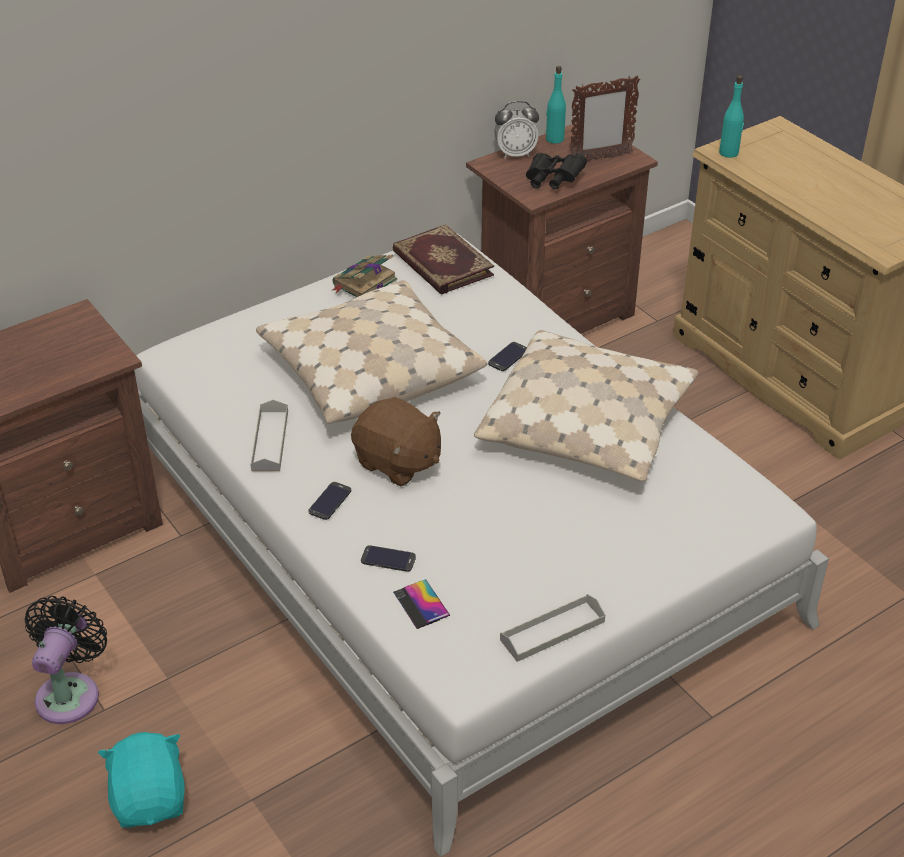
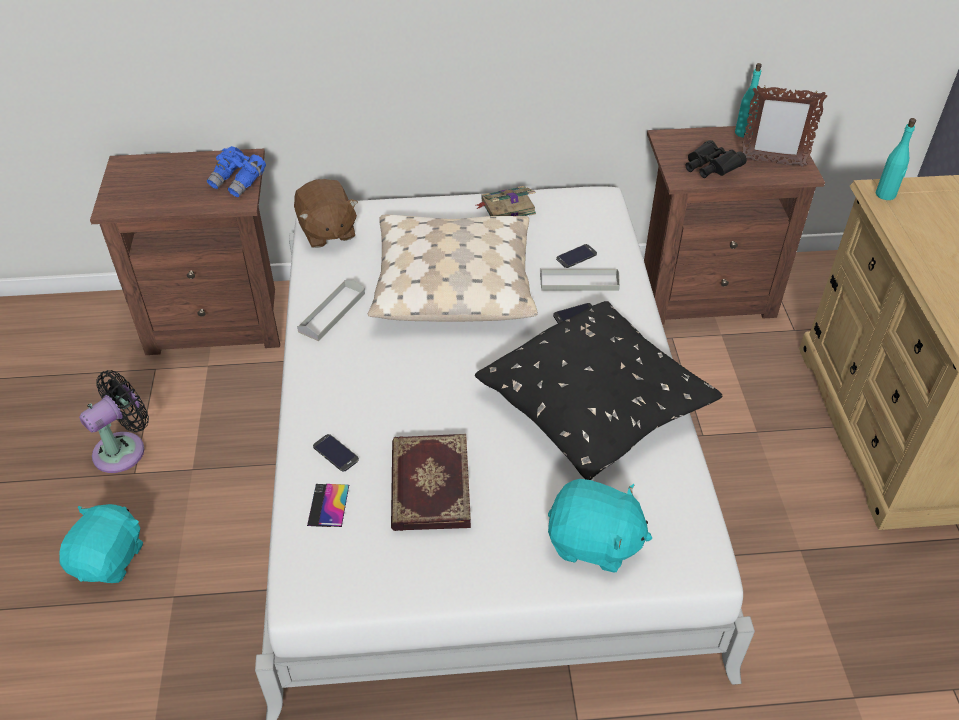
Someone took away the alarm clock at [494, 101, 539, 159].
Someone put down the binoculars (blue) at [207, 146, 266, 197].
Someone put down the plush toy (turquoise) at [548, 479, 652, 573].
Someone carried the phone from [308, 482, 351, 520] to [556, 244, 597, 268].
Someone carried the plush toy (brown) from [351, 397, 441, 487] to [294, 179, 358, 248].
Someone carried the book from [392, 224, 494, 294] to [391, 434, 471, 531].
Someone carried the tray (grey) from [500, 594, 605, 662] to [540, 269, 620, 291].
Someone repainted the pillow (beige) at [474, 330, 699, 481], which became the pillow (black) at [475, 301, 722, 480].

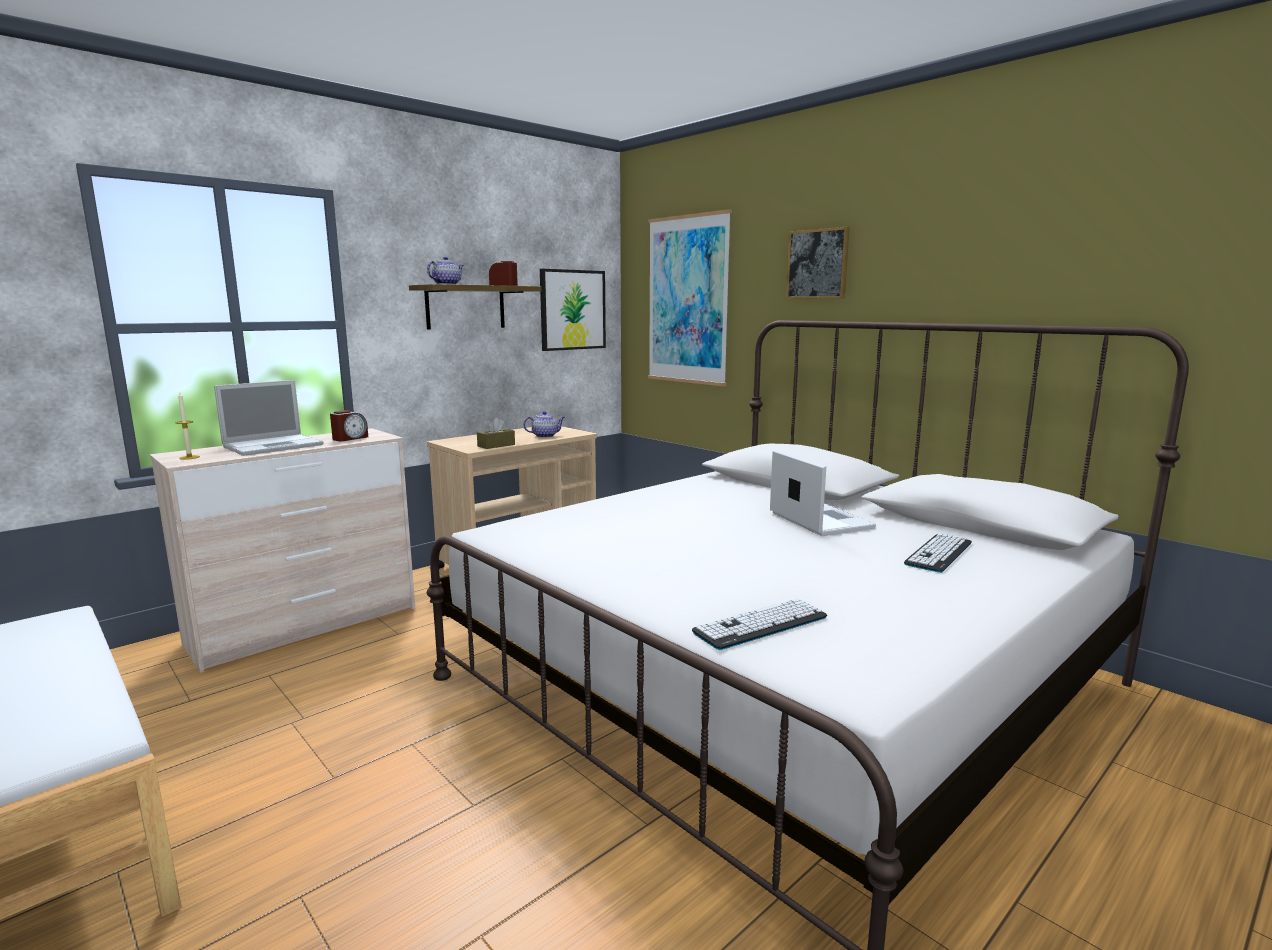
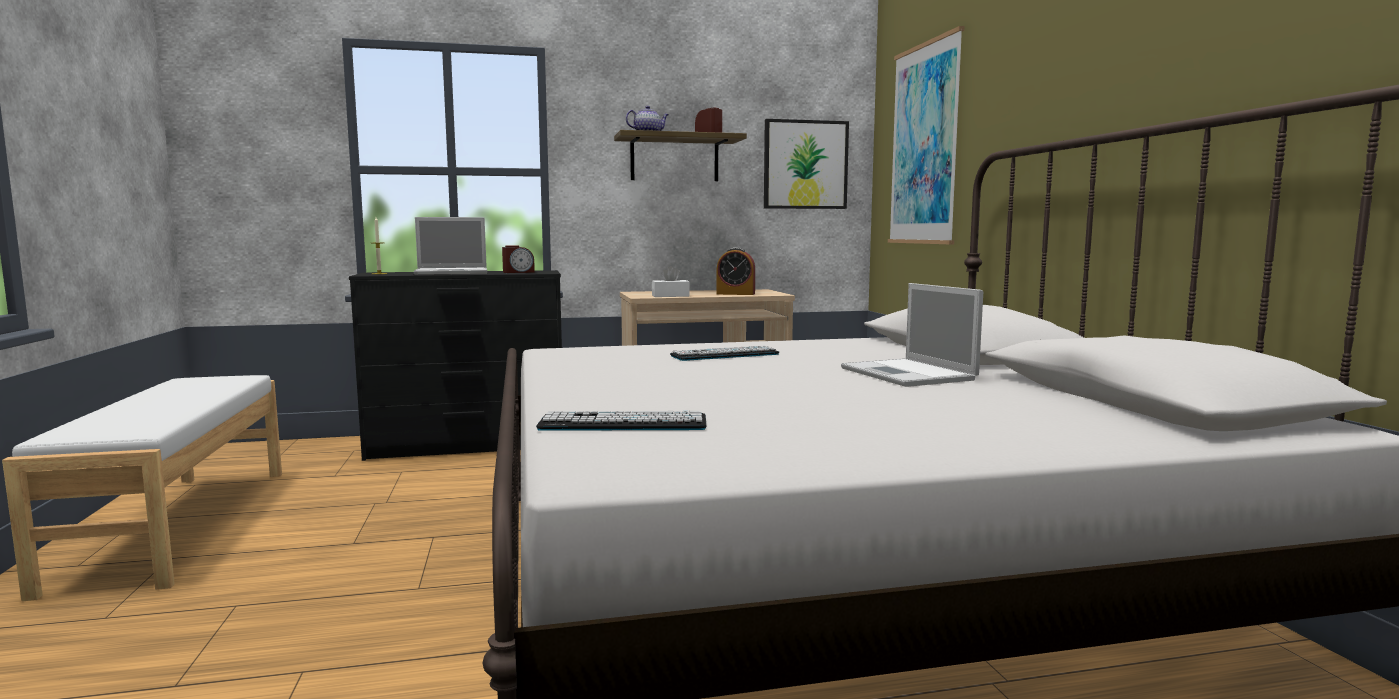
Someone took away the picture at [786, 227, 850, 299].
Someone carried the keyboard from [904, 533, 972, 573] to [670, 346, 779, 361].
Someone swapped the teapot at [523, 411, 565, 438] for the alarm clock at [717, 248, 755, 295].
Someone repainted the dresser (beige) at [150, 428, 415, 673], which became the dresser (black) at [349, 270, 562, 461].
Someone repainted the tissue box (brown) at [477, 418, 515, 449], which became the tissue box (white) at [652, 266, 690, 297].
Someone rotated the laptop at [770, 450, 876, 536] by 150 degrees clockwise.

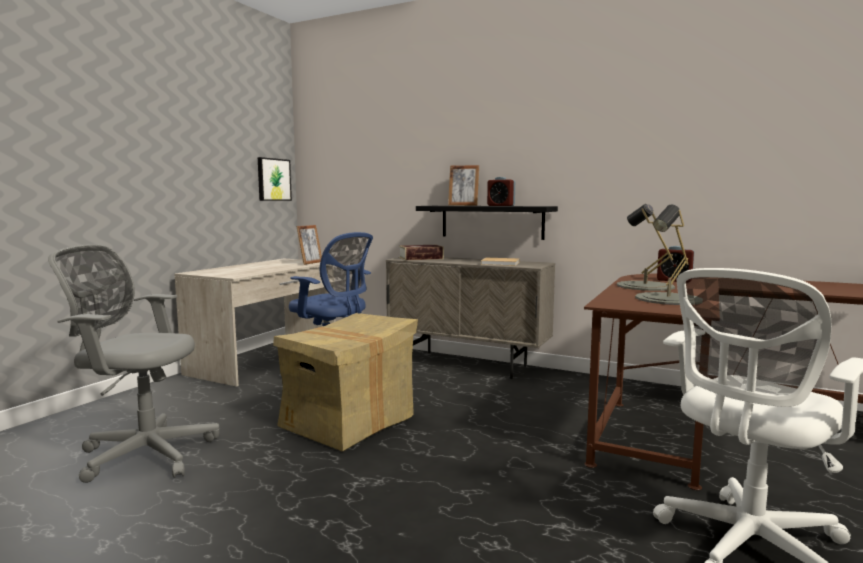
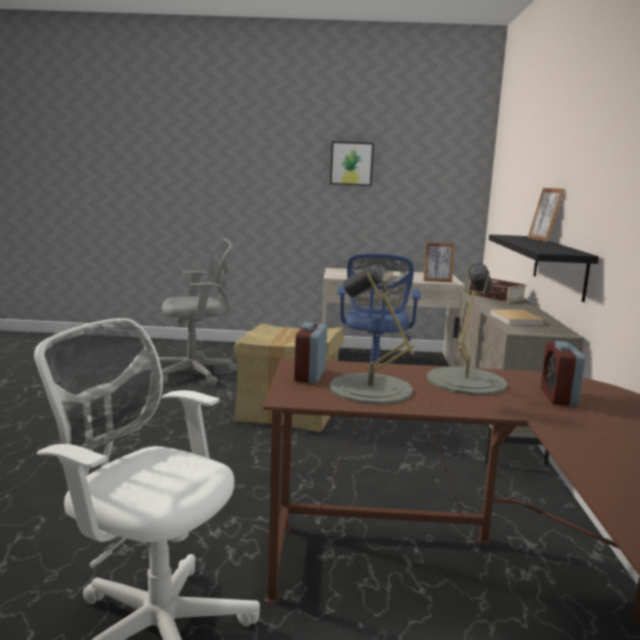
Someone carried the picture from [258, 157, 292, 201] to [330, 141, 374, 186].
Someone carried the alarm clock from [487, 177, 515, 206] to [294, 322, 327, 383].
Someone rotated the office chair (grey) at [48, 244, 219, 483] by 90 degrees clockwise.

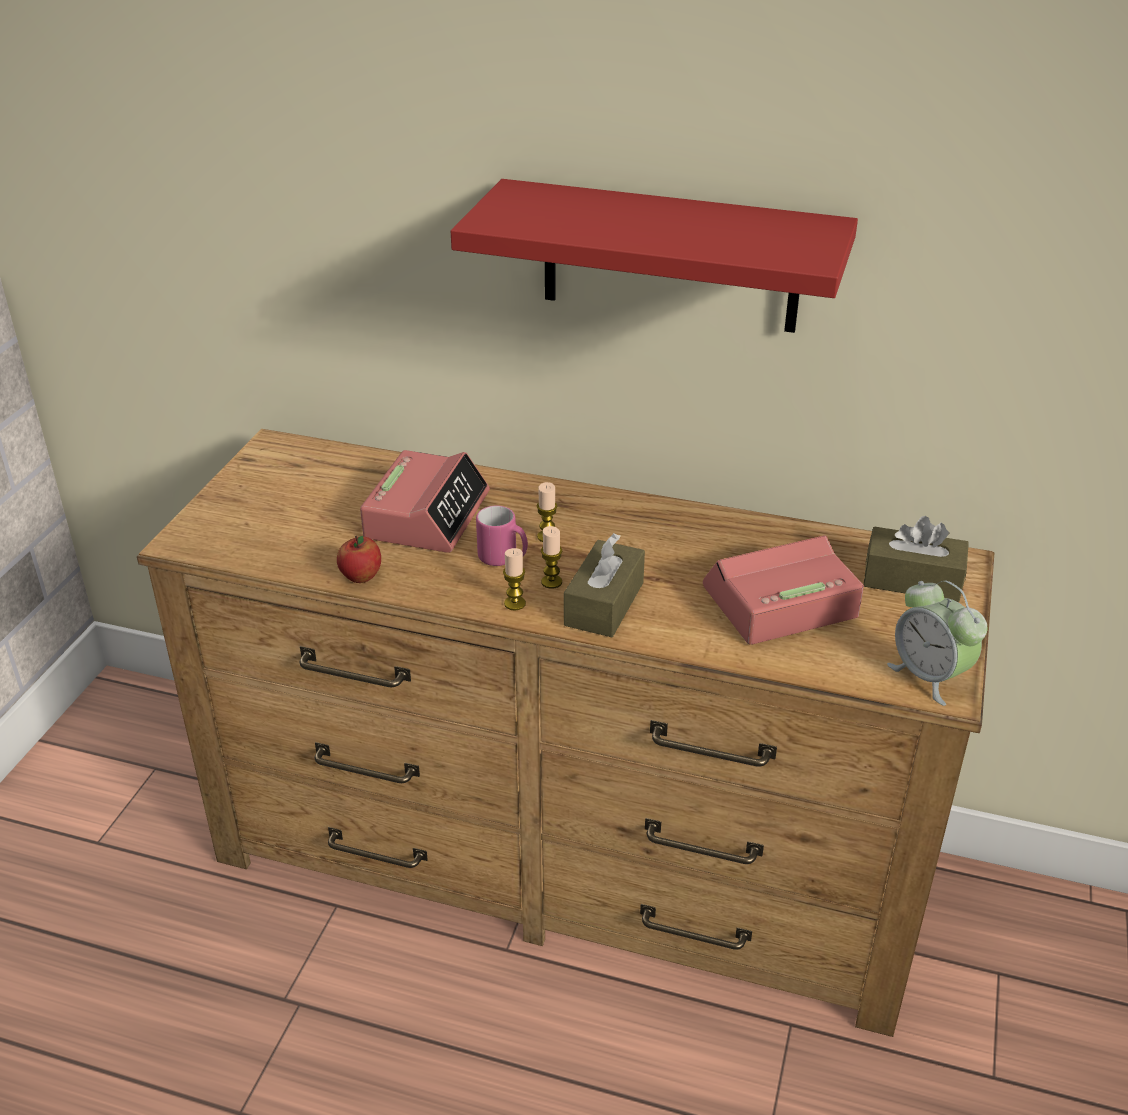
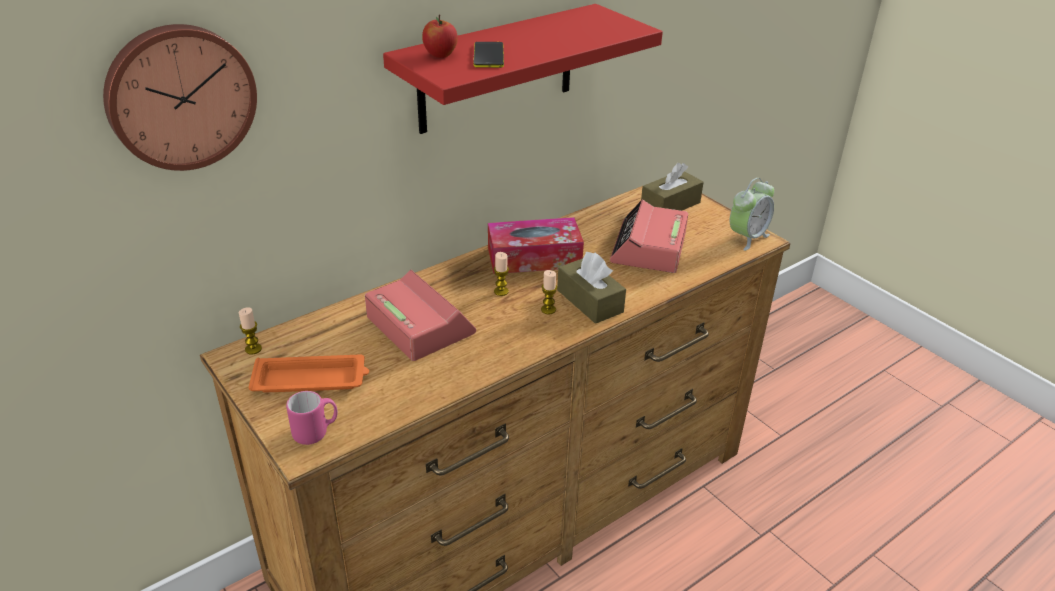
Someone put up the wall clock at [103, 24, 257, 171].
Someone put down the tray (orange) at [248, 355, 369, 393].
Someone put down the phone at [474, 42, 504, 68].
Someone put down the tissue box at [488, 217, 584, 274].
Someone carried the apple from [337, 536, 381, 583] to [422, 14, 458, 58].
Someone carried the mug (pink) from [476, 506, 528, 566] to [286, 391, 338, 445].
Someone carried the candle from [503, 548, 526, 611] to [239, 307, 262, 354].
Someone rotated the alarm clock at [887, 581, 987, 706] by 45 degrees counterclockwise.

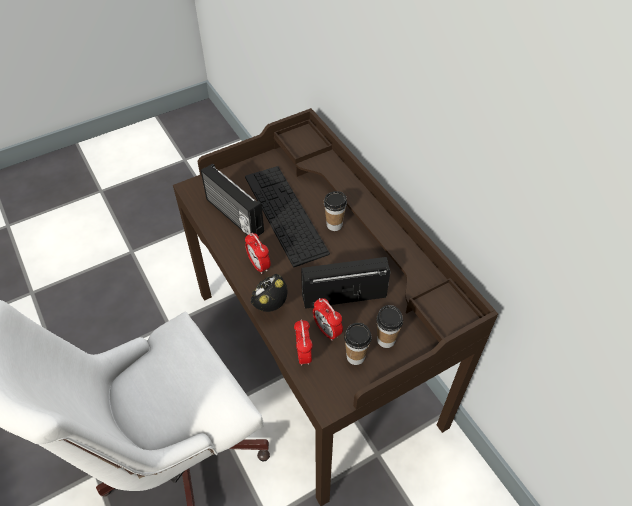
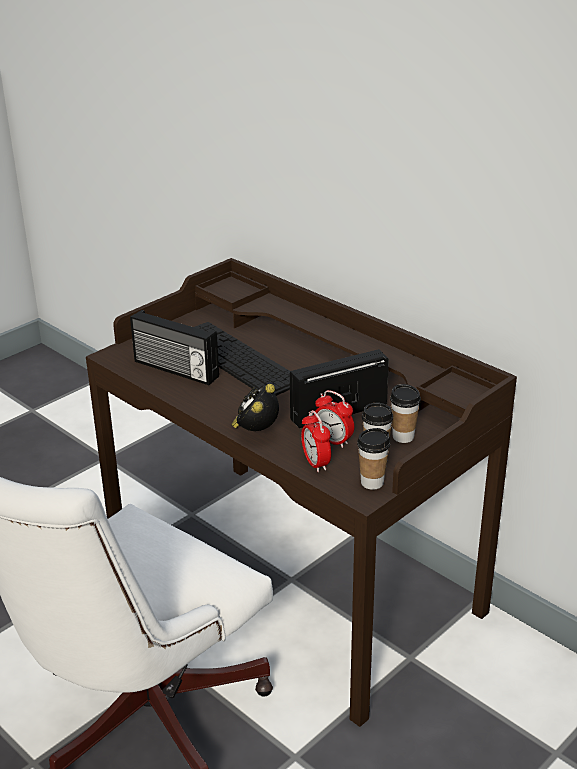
Someone took away the alarm clock at [245, 233, 271, 274].
Someone carried the cup from [324, 191, 347, 231] to [357, 428, 390, 490].

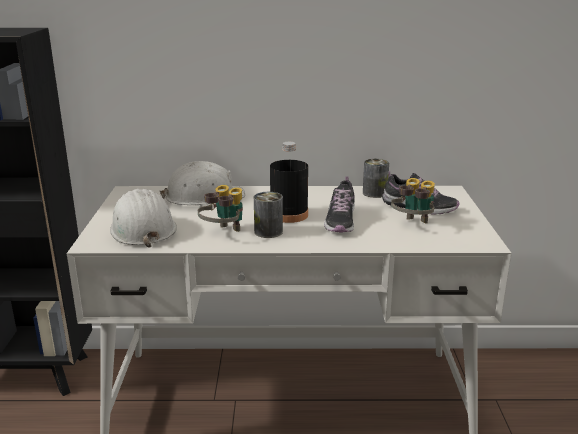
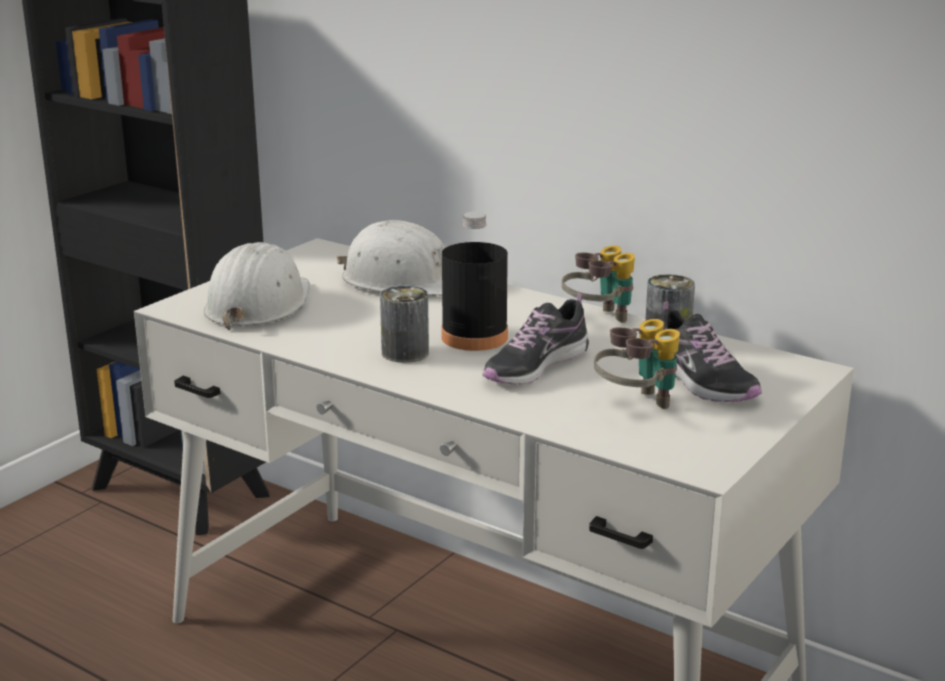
Someone carried the binoculars from [198, 185, 243, 232] to [562, 246, 635, 323].

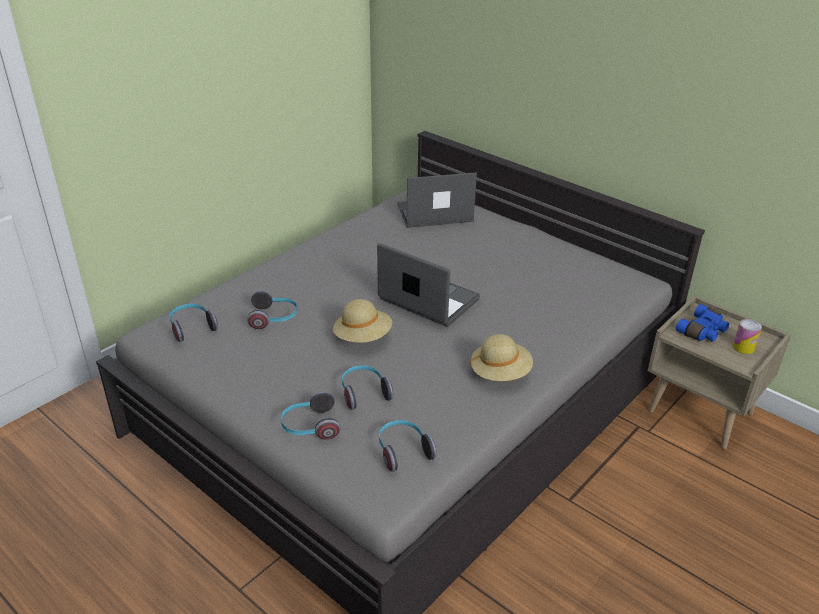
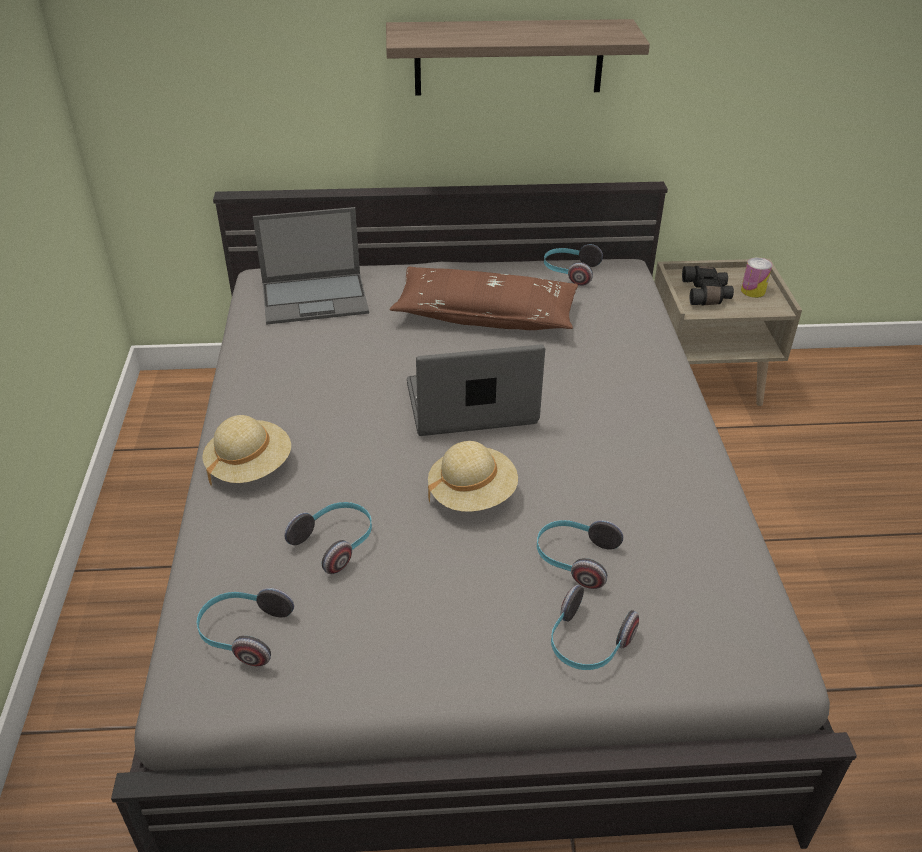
Someone put up the shelf at [386, 19, 650, 95].
Someone put down the pillow (brown) at [389, 267, 578, 330].
Someone carried the headphones from [379, 420, 436, 472] to [544, 244, 603, 286].
Someone carried the hat (beige) from [469, 334, 533, 381] to [202, 415, 291, 485].
Someone repainted the binoculars (blue) at [676, 304, 729, 342], which became the binoculars (black) at [682, 266, 734, 306].
Someone rotated the laptop at [397, 173, 477, 228] by 135 degrees counterclockwise.

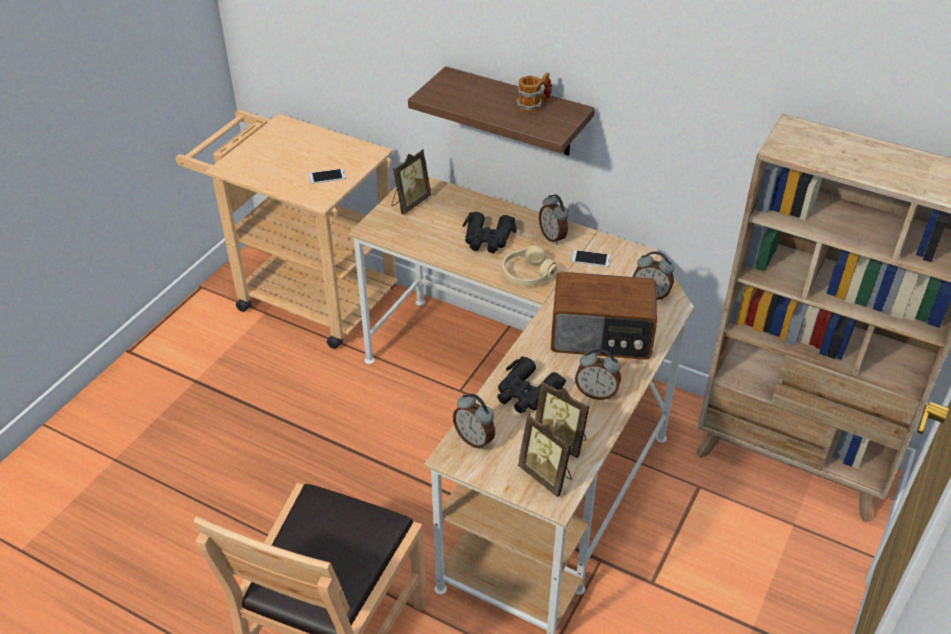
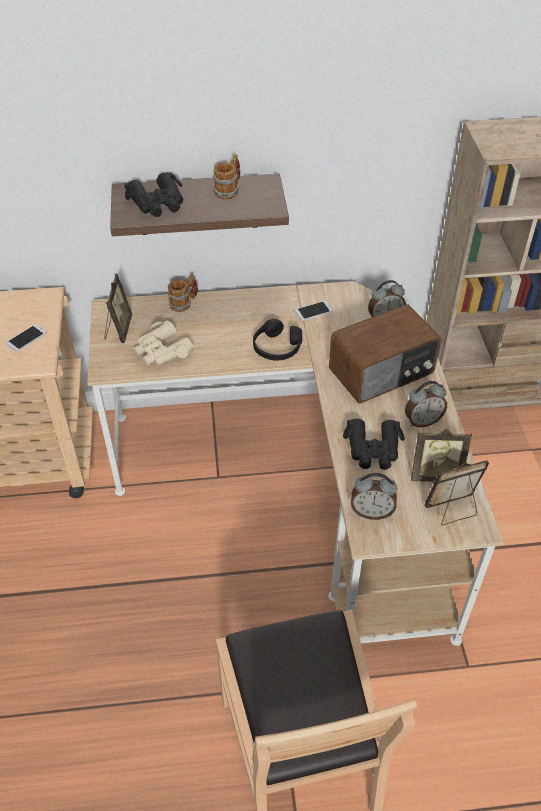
Someone took away the alarm clock at [539, 194, 569, 245].
Someone put down the binoculars (beige) at [133, 320, 194, 366].
Someone put down the mug at [168, 275, 198, 312].
Someone carried the binoculars (black) from [463, 212, 517, 253] to [124, 173, 183, 217].
Someone repainted the headphones (beige) at [502, 246, 557, 286], which became the headphones (black) at [253, 319, 302, 360].
Someone rotated the picture frame at [518, 414, 572, 497] by 150 degrees clockwise.

